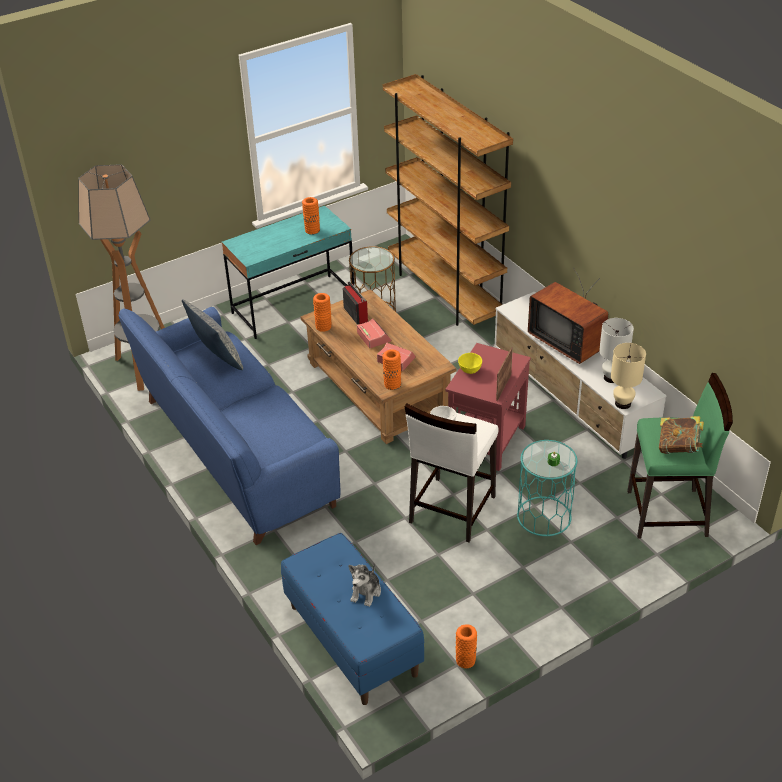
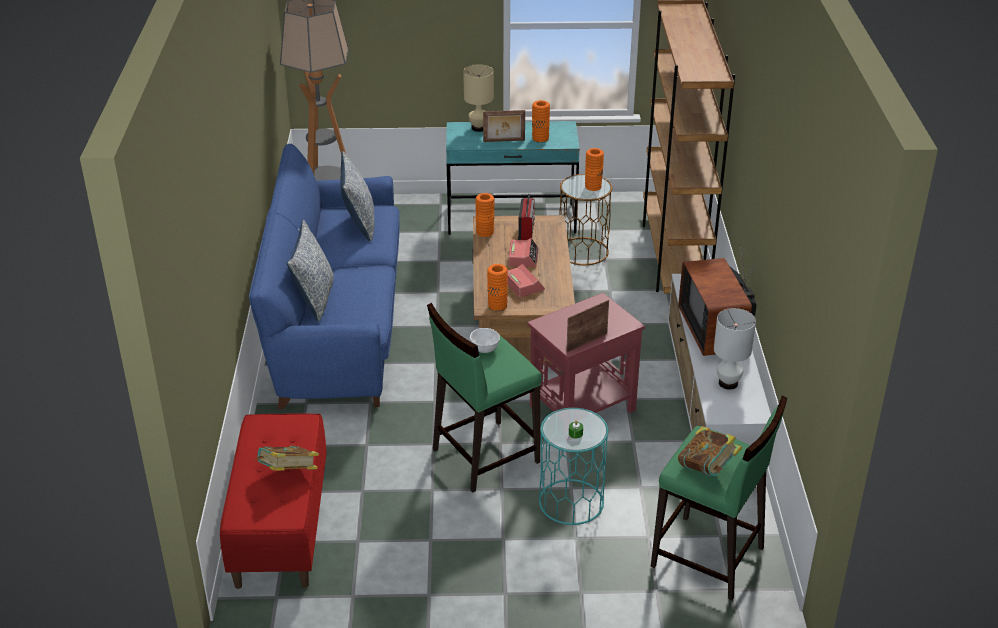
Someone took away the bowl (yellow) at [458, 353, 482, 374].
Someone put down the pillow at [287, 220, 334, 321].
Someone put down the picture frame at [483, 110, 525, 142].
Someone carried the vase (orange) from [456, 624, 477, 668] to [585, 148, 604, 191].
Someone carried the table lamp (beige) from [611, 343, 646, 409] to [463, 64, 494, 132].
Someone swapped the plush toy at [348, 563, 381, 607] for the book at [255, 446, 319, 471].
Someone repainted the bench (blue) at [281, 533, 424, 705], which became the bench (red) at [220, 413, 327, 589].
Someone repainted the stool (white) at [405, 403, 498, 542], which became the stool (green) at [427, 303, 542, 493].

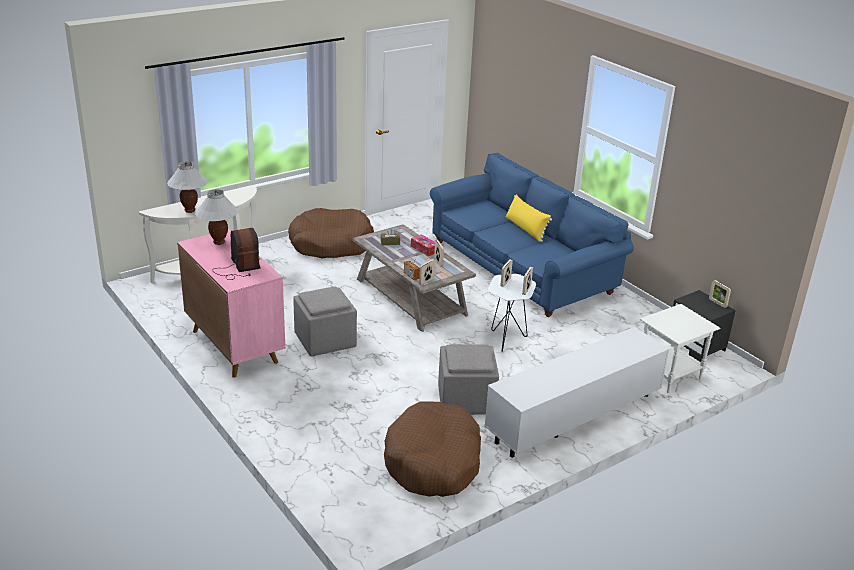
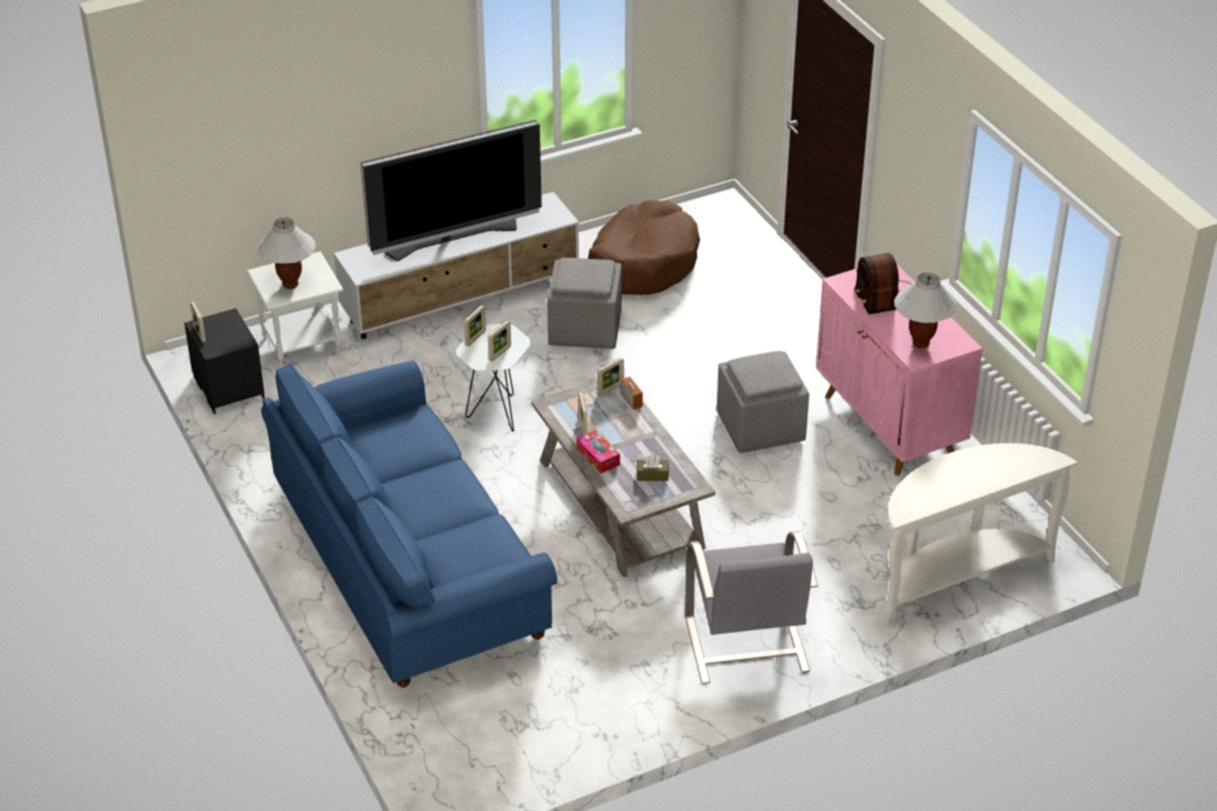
Someone took away the pillow (yellow) at [506, 194, 552, 242].
Someone put down the television at [361, 120, 542, 261].
Someone carried the table lamp (white) from [167, 161, 207, 213] to [257, 217, 316, 289].
Someone swapped the dog bed (brown) at [288, 208, 374, 259] for the armchair (grey) at [685, 531, 818, 684].

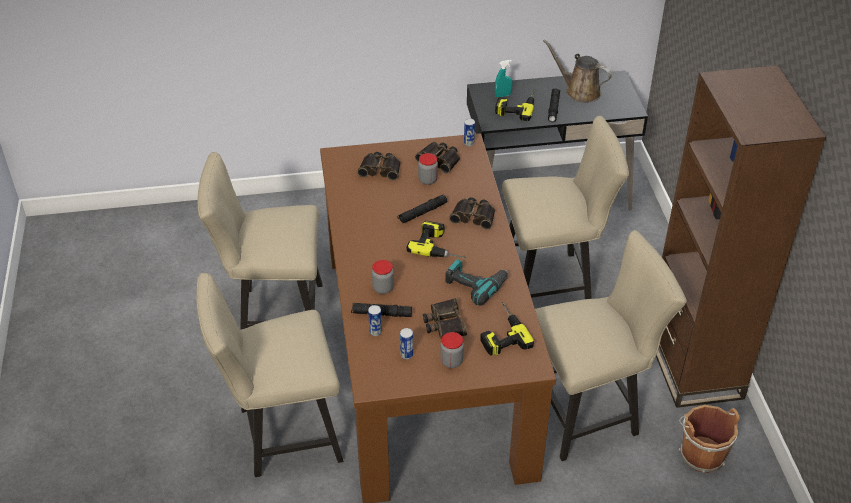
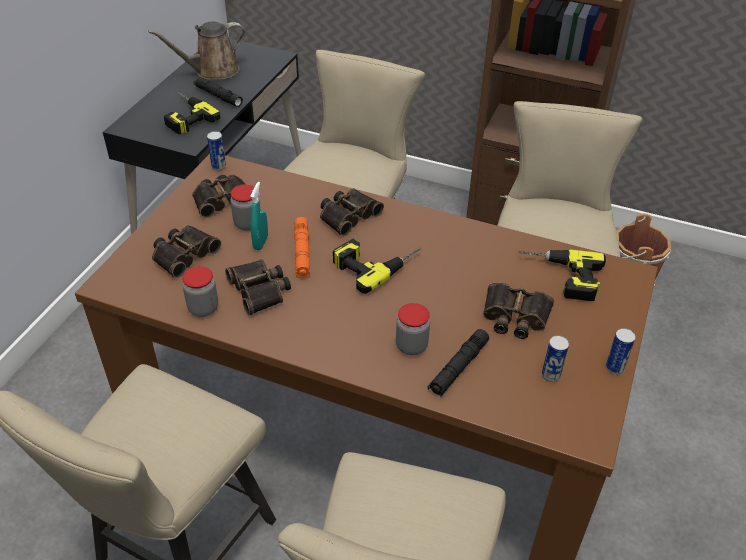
Someone took away the power drill at [445, 259, 508, 306].
Someone put down the binoculars at [225, 259, 291, 316].
Someone carried the can from [368, 305, 382, 336] to [606, 328, 636, 374].
Someone carried the jar from [440, 332, 464, 368] to [182, 266, 218, 317].
Someone carried the spray bottle (turquoise) from [495, 60, 512, 98] to [250, 182, 268, 250].
Someone repainted the flashlight (black) at [398, 194, 447, 223], which became the flashlight (orange) at [294, 217, 310, 277].

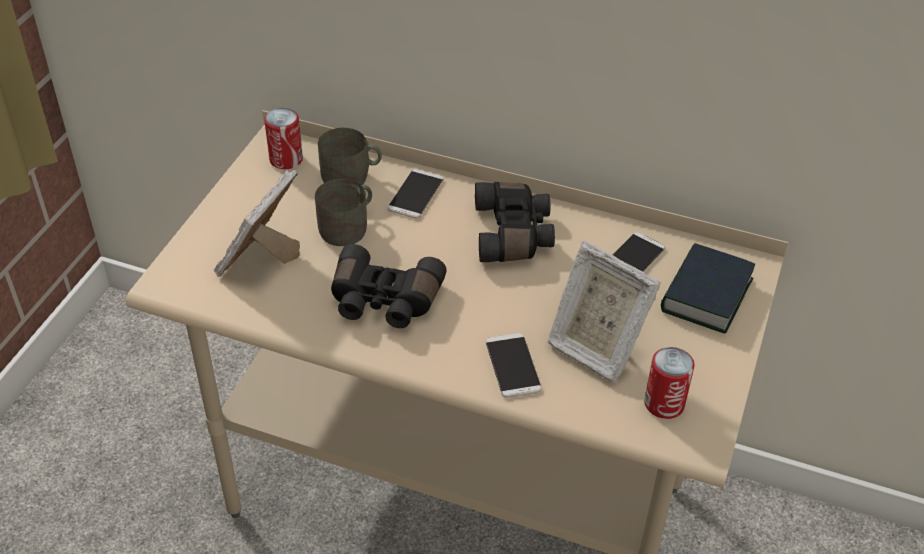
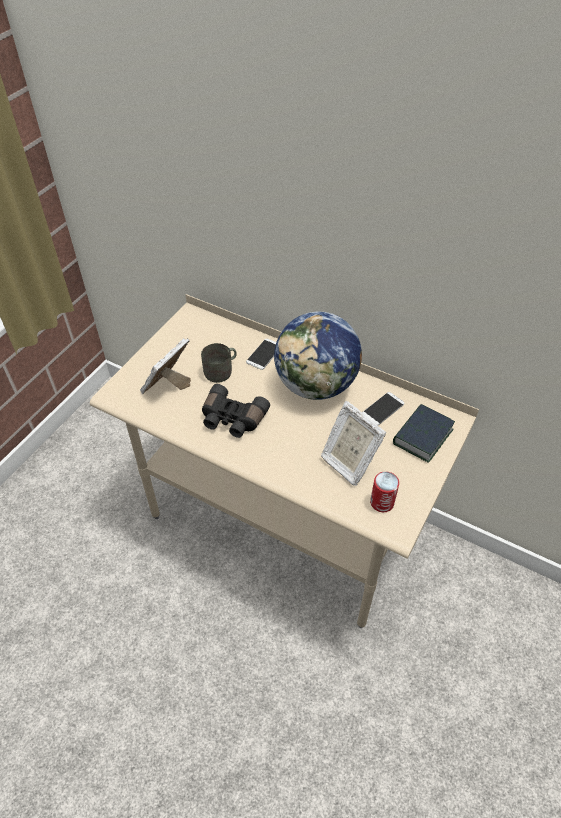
Someone took away the can at [264, 108, 303, 169].
Someone took away the mug (grey) at [318, 128, 382, 185].
Someone took away the phone at [485, 333, 542, 398].
Someone swapped the binoculars (black) at [475, 182, 555, 262] for the globe at [274, 312, 362, 400].

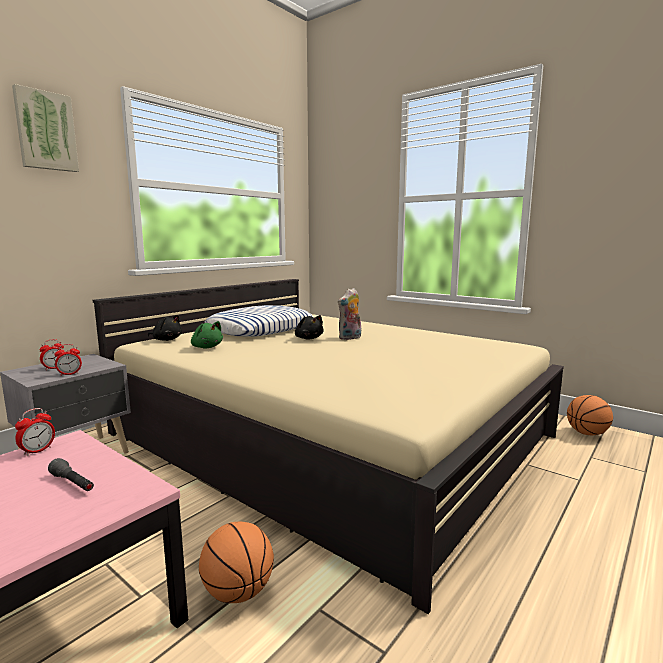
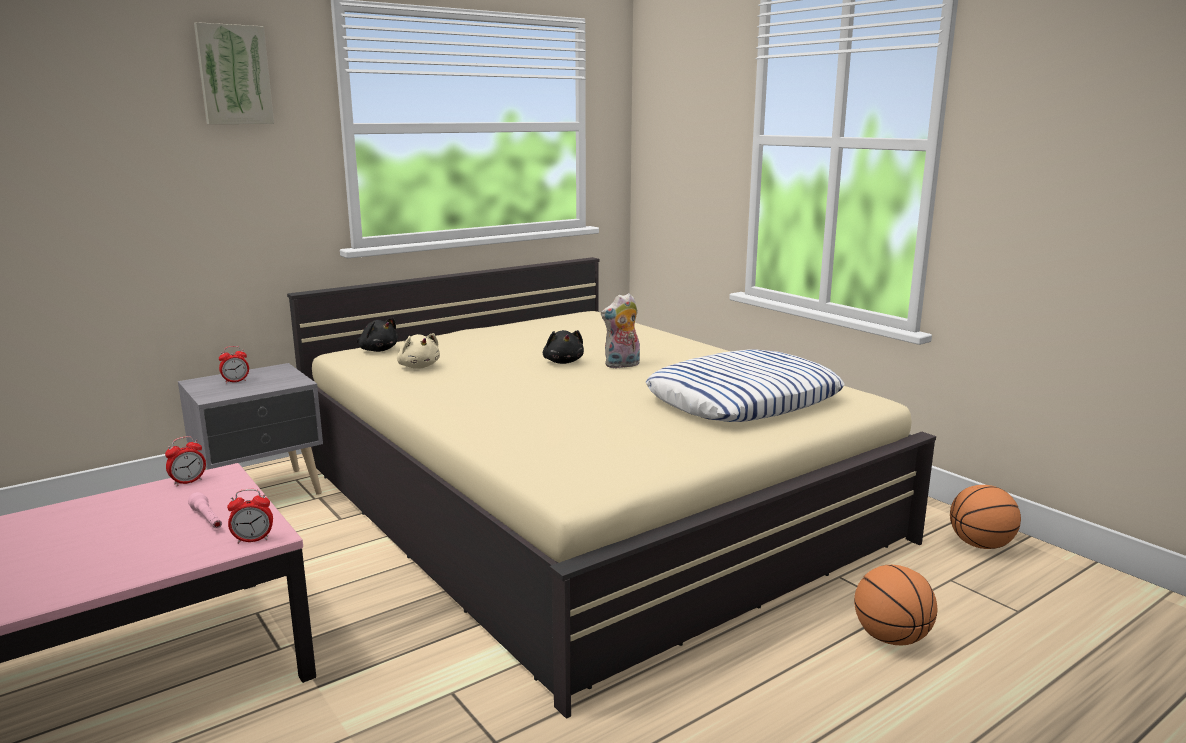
Someone carried the alarm clock from [54, 344, 82, 376] to [227, 489, 273, 544].
Someone carried the basketball from [199, 522, 274, 603] to [854, 565, 937, 645].
Someone carried the pillow from [205, 305, 313, 337] to [646, 350, 844, 422].
Someone repainted the flashlight (grey) at [48, 458, 94, 491], which became the flashlight (pink) at [188, 492, 222, 529].
Someone repainted the plush toy (green) at [191, 321, 223, 348], which became the plush toy (beige) at [397, 333, 440, 369].

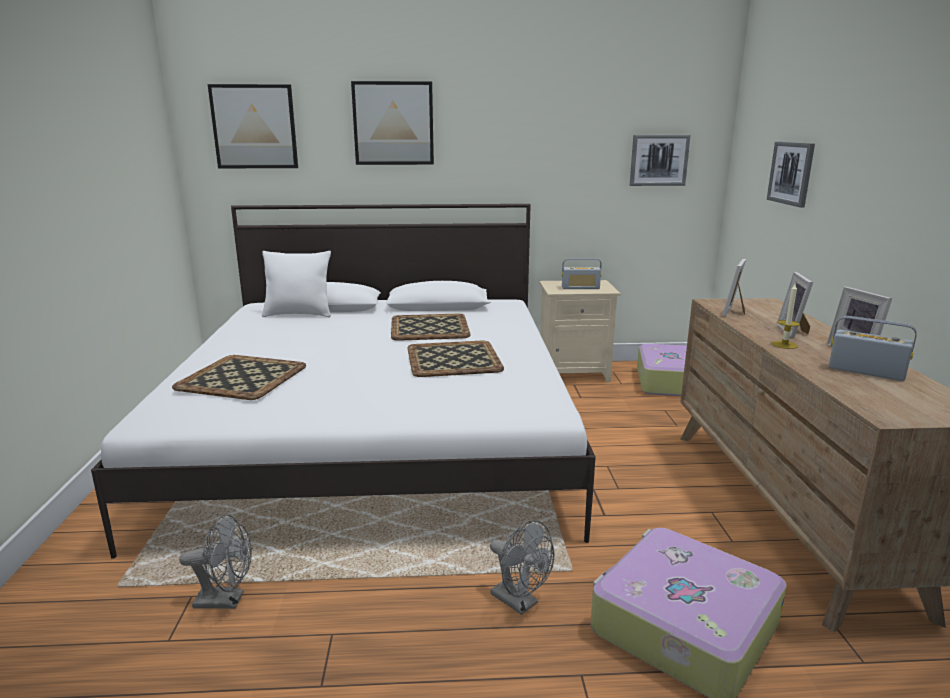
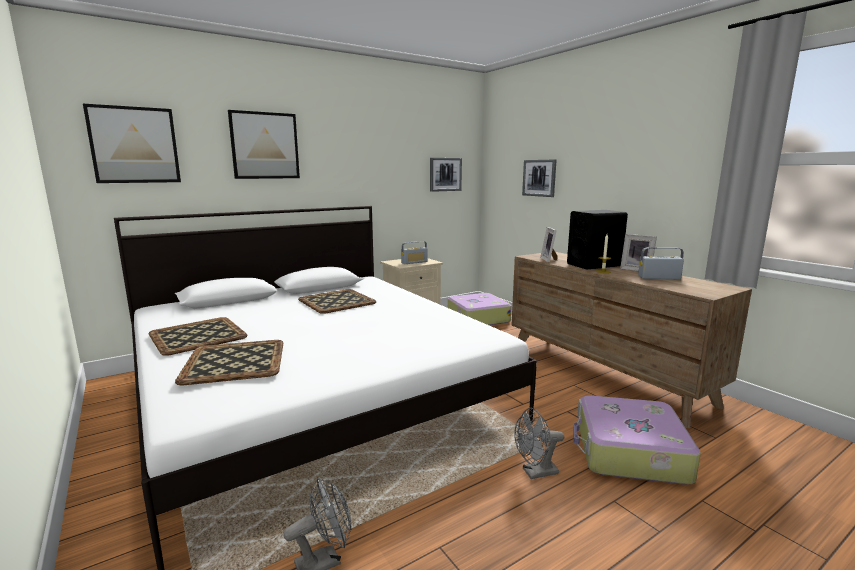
Someone took away the pillow (white) at [262, 251, 331, 317].
Someone carried the tray from [407, 341, 504, 377] to [149, 317, 247, 356].
Someone swapped the picture frame at [777, 272, 813, 338] for the speaker (black) at [567, 210, 628, 270].
Someone rotated the fan (grey) at [490, 521, 554, 615] by 150 degrees clockwise.

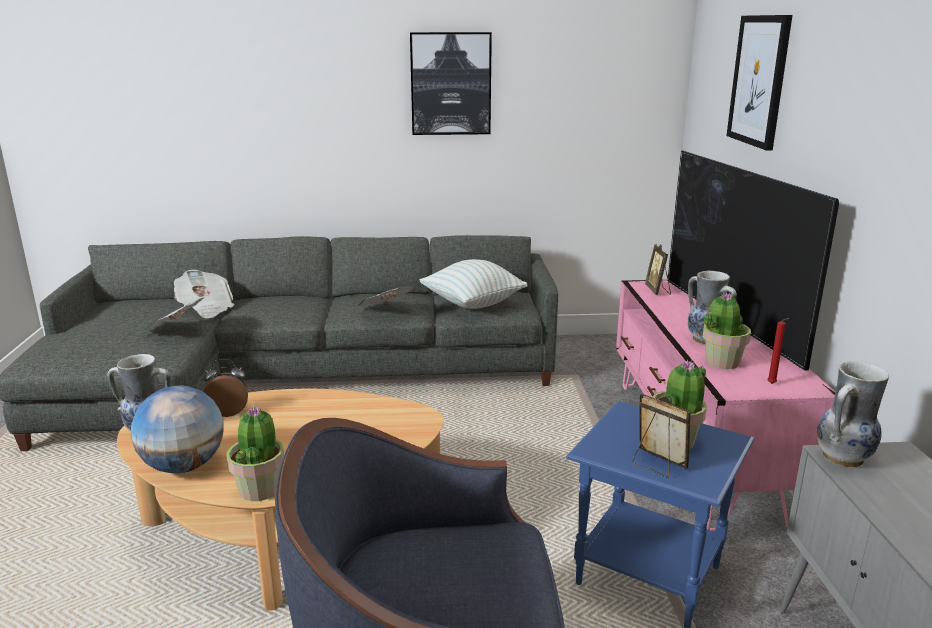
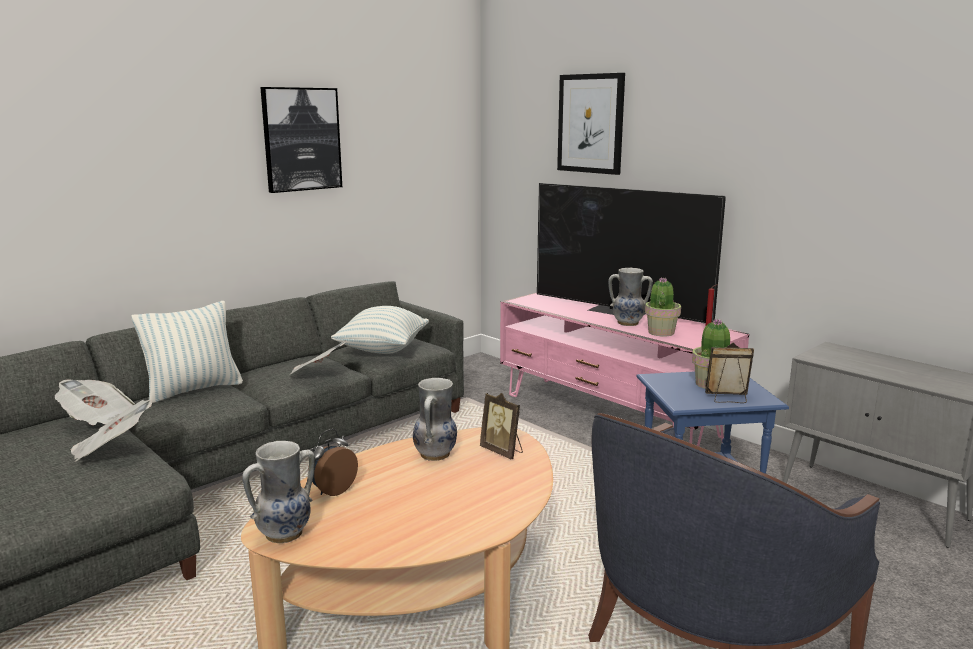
Someone took away the globe at [131, 386, 224, 473].
Someone took away the potted plant at [226, 406, 284, 501].
Someone put down the pillow at [131, 301, 243, 403].
Someone carried the picture frame from [645, 244, 671, 295] to [480, 393, 523, 460].
Someone carried the vase from [817, 362, 889, 467] to [413, 378, 457, 461].

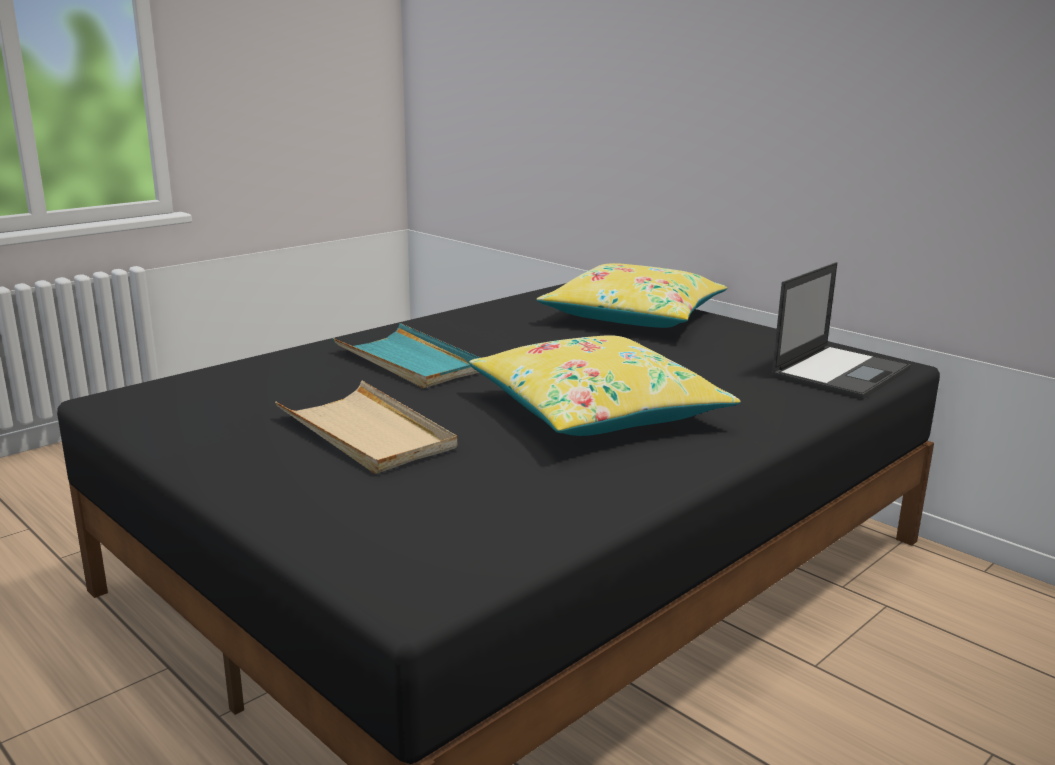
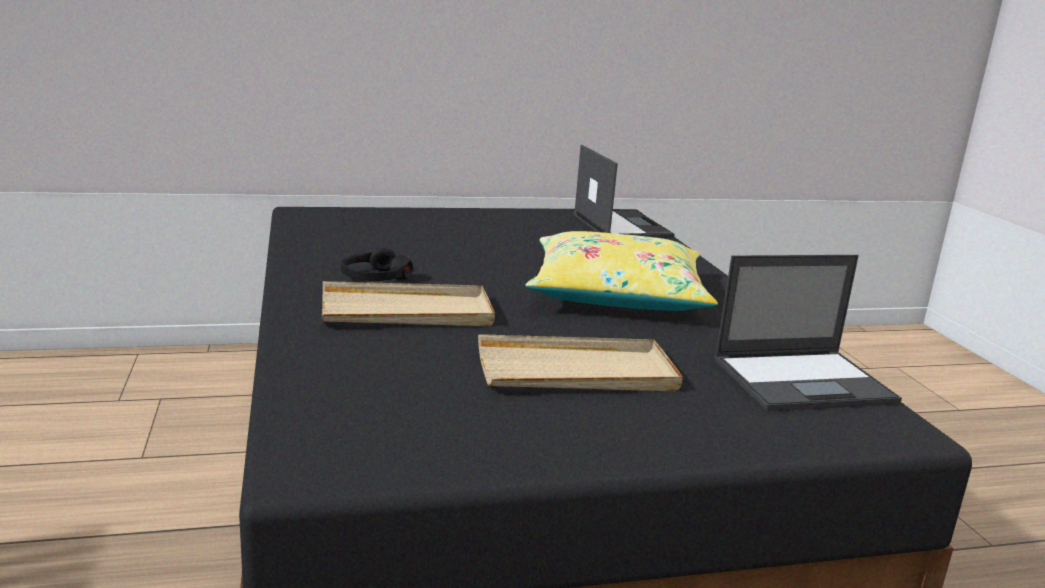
Someone took away the pillow (yellow) at [537, 263, 727, 328].
Someone put down the headphones (black) at [341, 248, 413, 281].
Someone put down the laptop at [714, 255, 902, 412].
Someone repainted the tray (turquoise) at [332, 323, 480, 388], which became the tray (beige) at [322, 281, 495, 326].

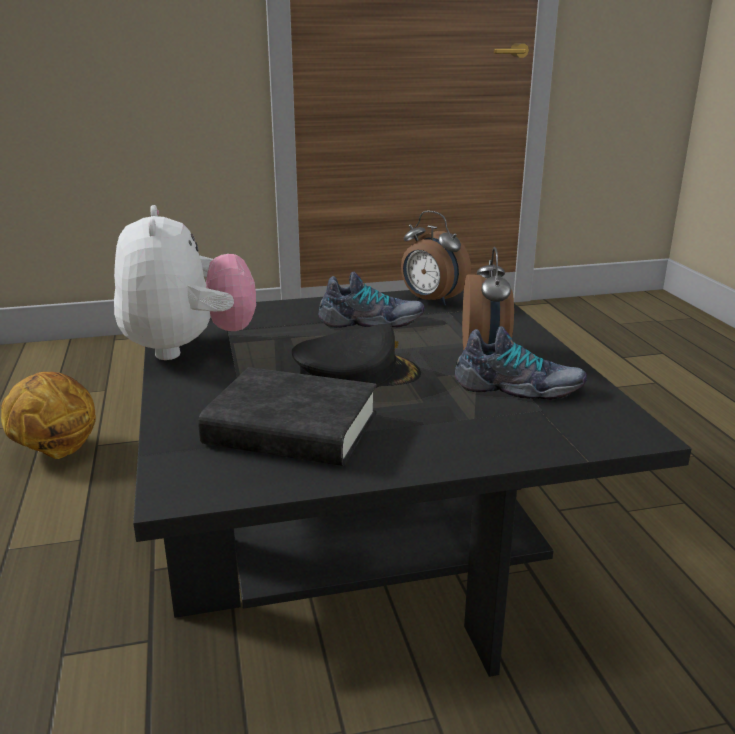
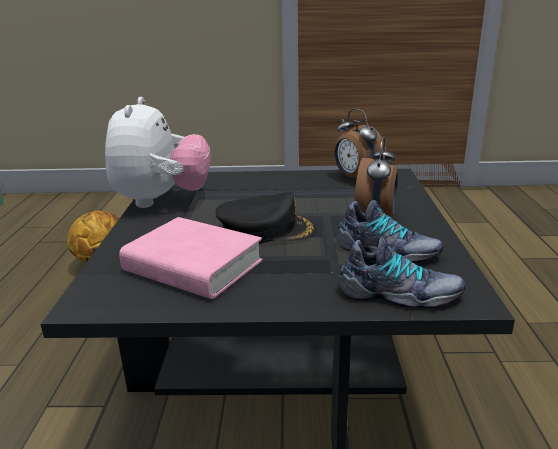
Someone carried the shoe from [319, 272, 425, 328] to [338, 237, 466, 308].
Someone repainted the book (black) at [198, 367, 377, 466], which became the book (pink) at [119, 217, 263, 299].

